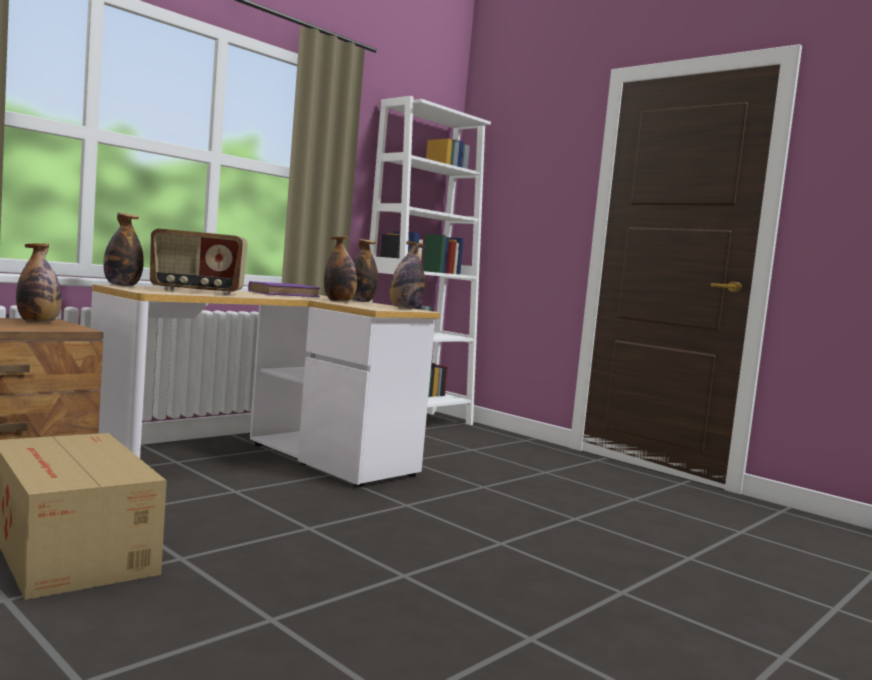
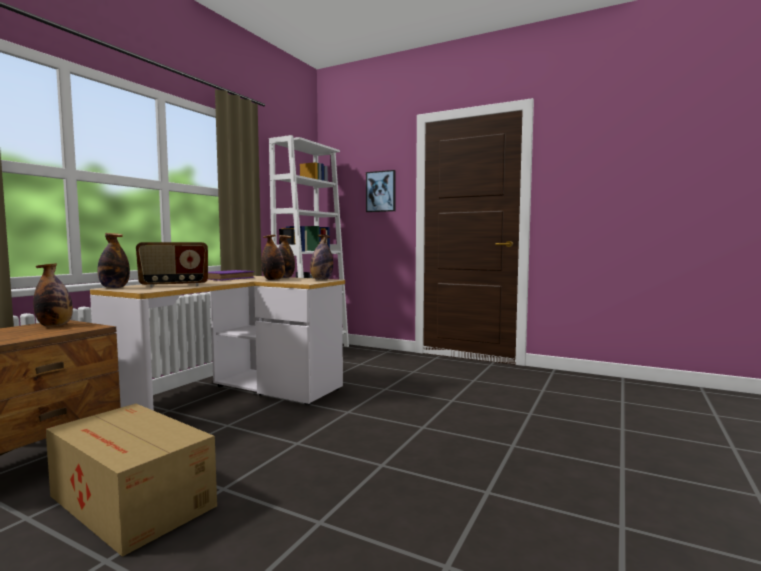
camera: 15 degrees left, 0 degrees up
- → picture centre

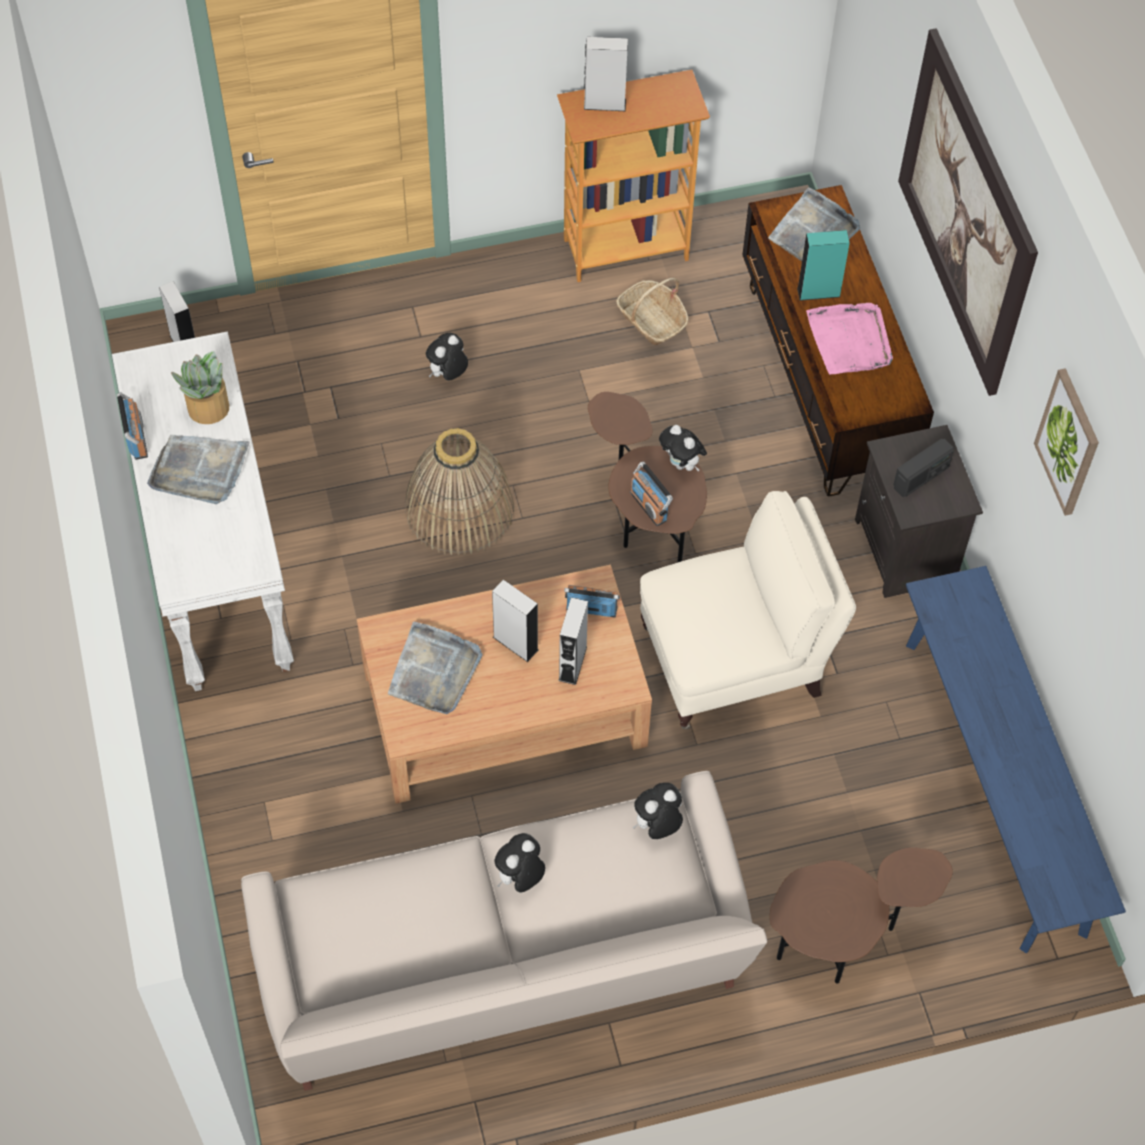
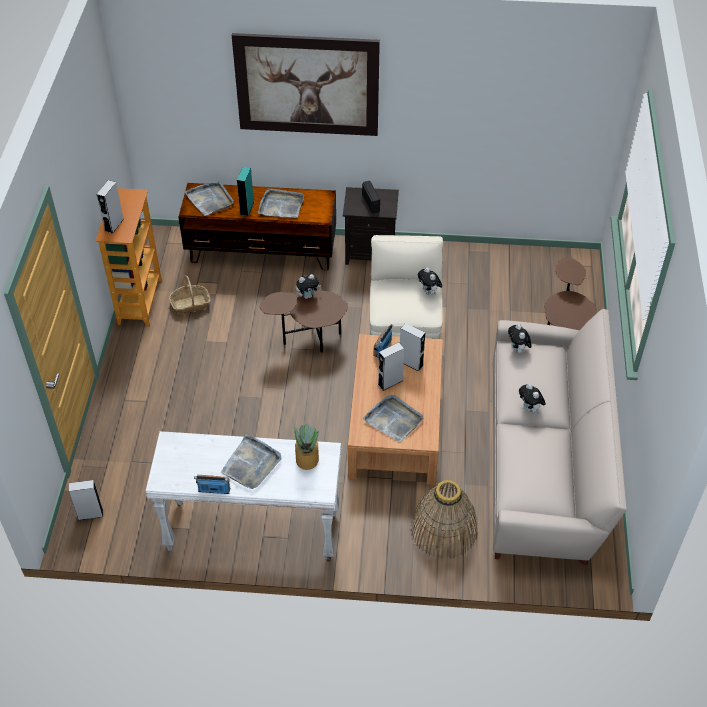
camera: 70 degrees left, 10 degrees down
pink tray top right → grey tray (3rd from left) top centre
plush toy (1st from left in the first image) top centre → plush toy (2nd from left) centre, move
potted plant middle left → potted plant centre, move
picture (2nd from left) middle right → -
basket (1st from left in the first image) centre → basket (2nd from left) bottom centre, move
radio (3rd from left) centre → -
blue bench middle right → -

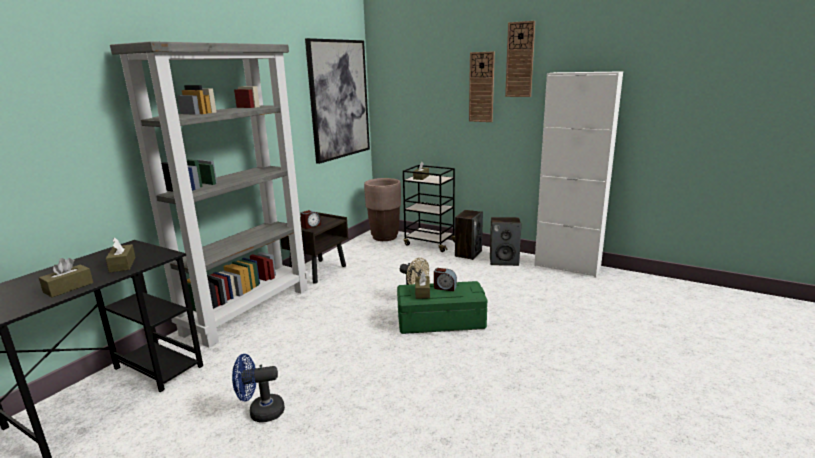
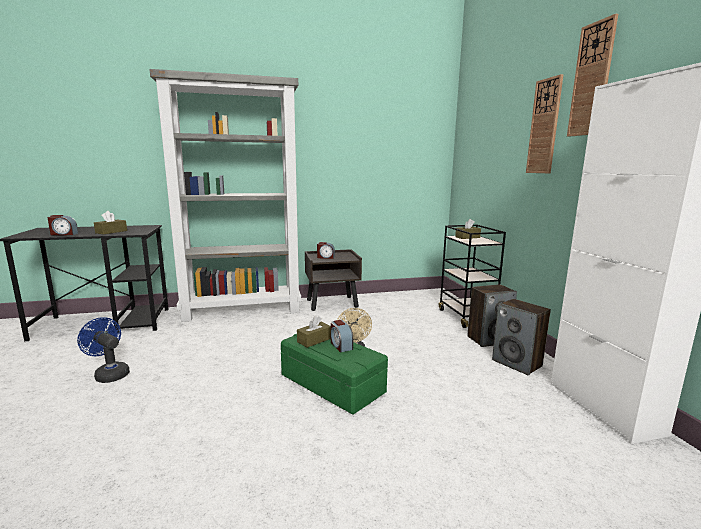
camera: 45 degrees right, 5 degrees down
picture top centre → -
brown planter centre → -
brown tissue box (1st from left) middle left → alarm clock (1st from left) middle left

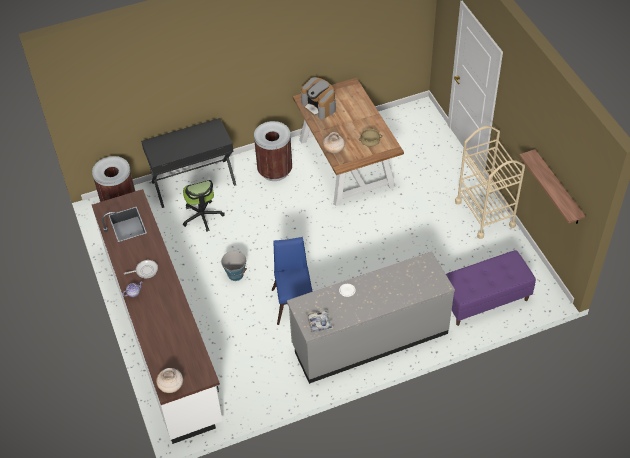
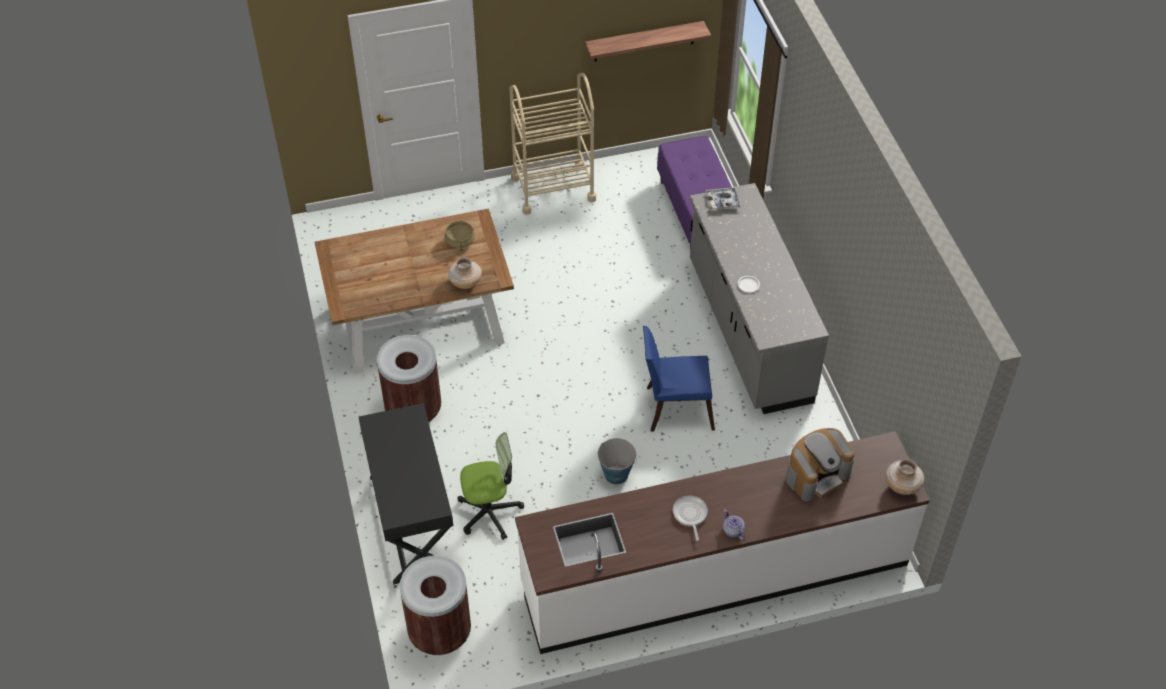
camera: 85 degrees left, 0 degrees up
coffee machine top centre → coffee machine bottom right, move
tray bottom centre → tray top centre, move

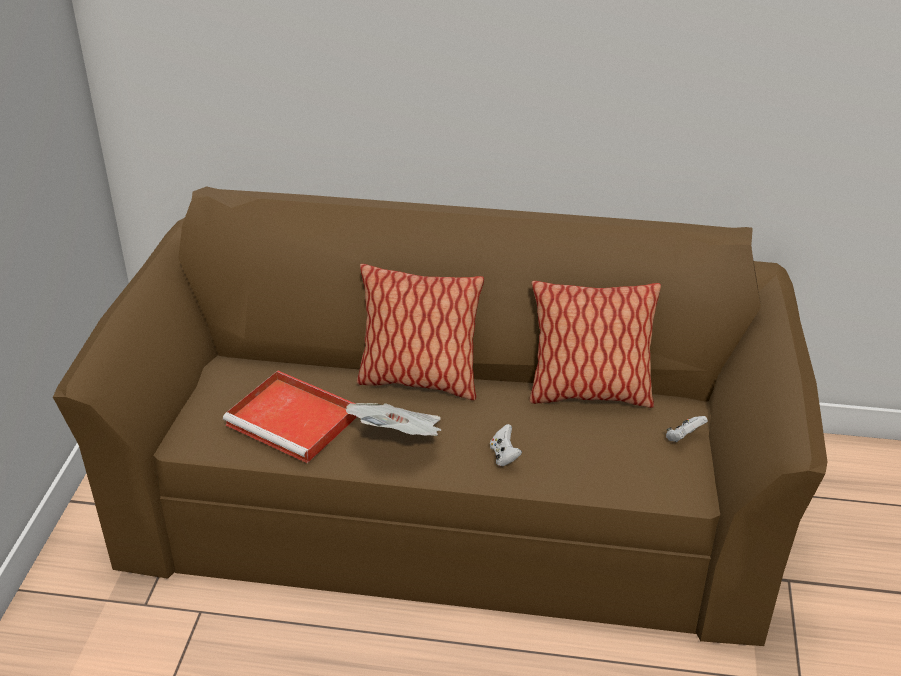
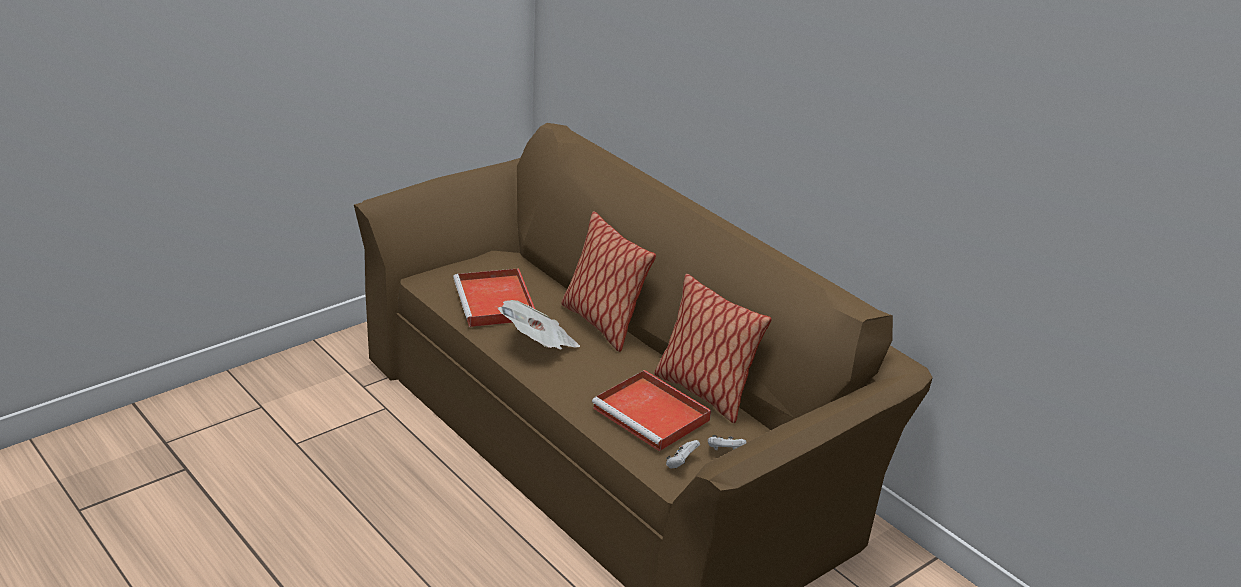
camera: 40 degrees right, 5 degrees down
white game controller (1st from left) centre → white game controller (1st from left) bottom centre, move
- → red tray (2nd from left) bottom centre

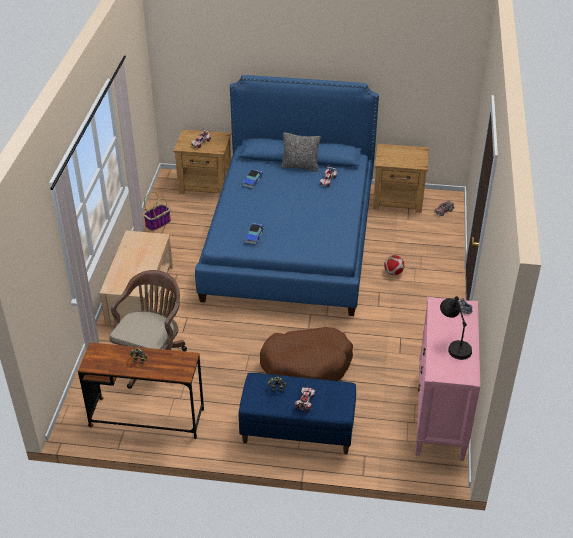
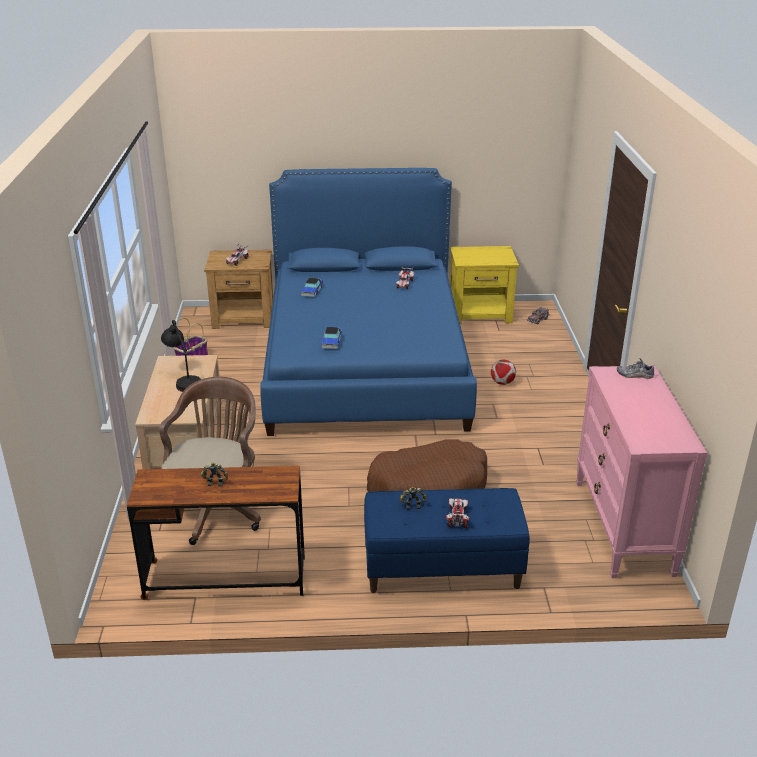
camera: 10 degrees left, 10 degrees down
pillow top centre → -
brown nightstand (2nd from left) top right → yellow nightstand centre
black table lamp middle right → black table lamp middle left, move

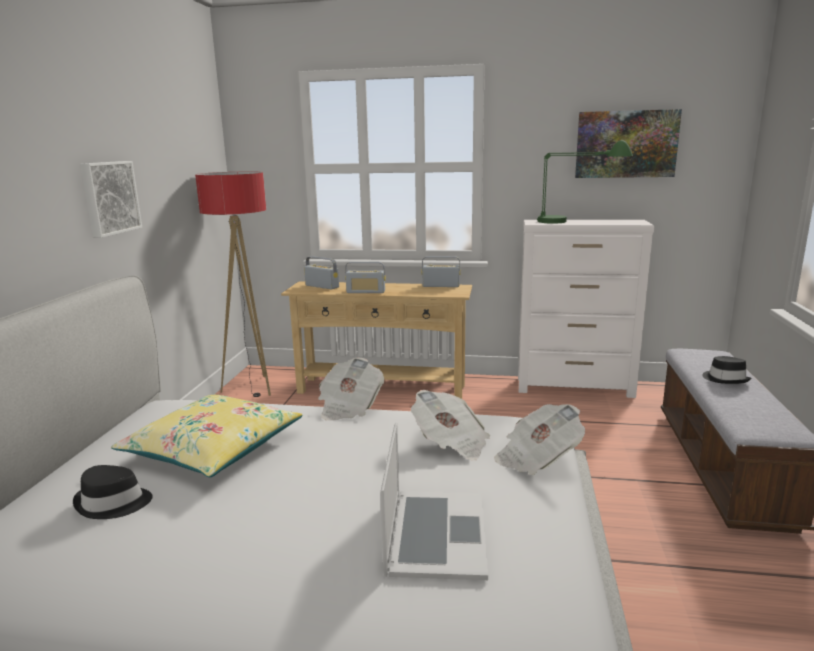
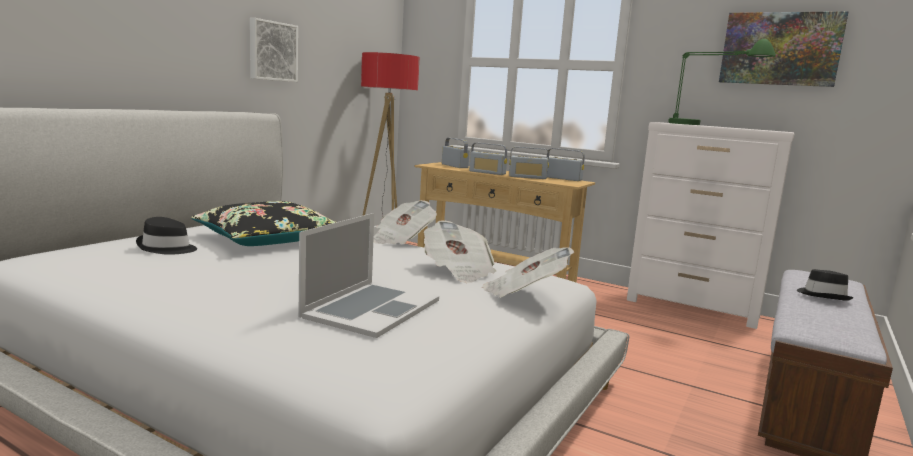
camera: 20 degrees right, 5 degrees down
yellow pillow bottom left → black pillow middle left
- → radio (3rd from left) centre

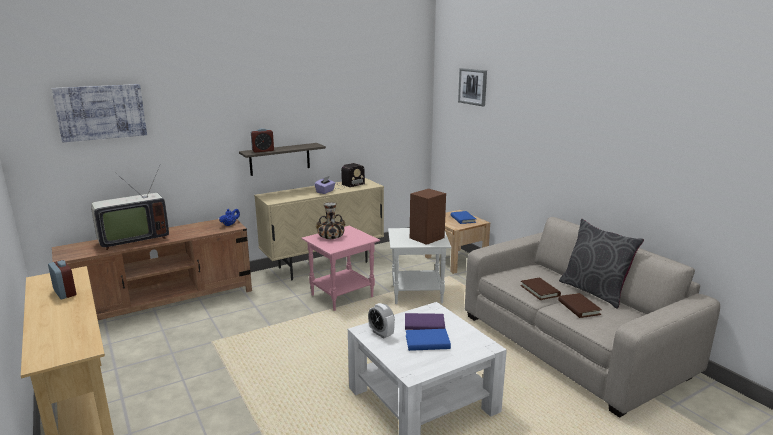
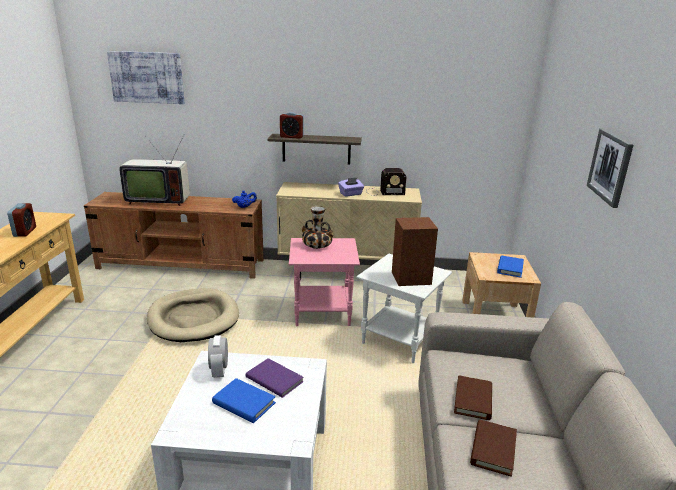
camera: 35 degrees right, 5 degrees up
picture (2nd from left) top centre → picture (2nd from left) middle right, move
grey pillow middle right → -
- → beige dog bed middle left

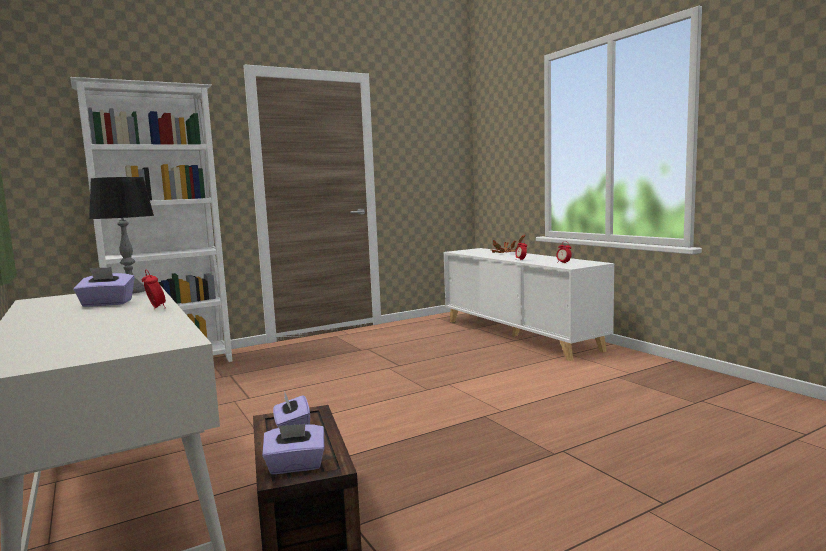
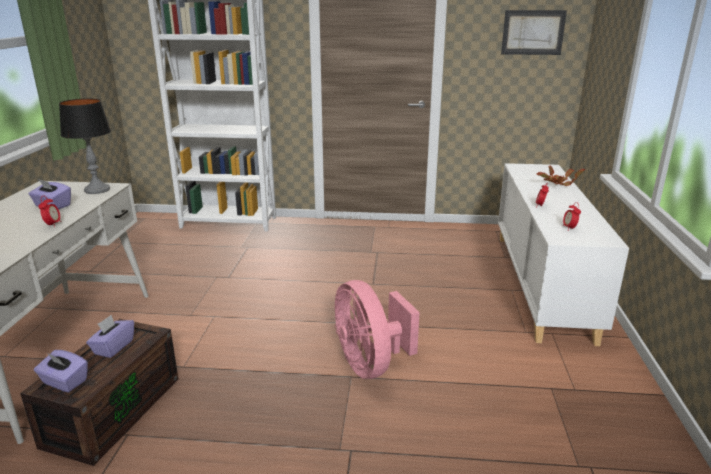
camera: 35 degrees right, 15 degrees up
- → picture top right
- → pink fan bottom centre

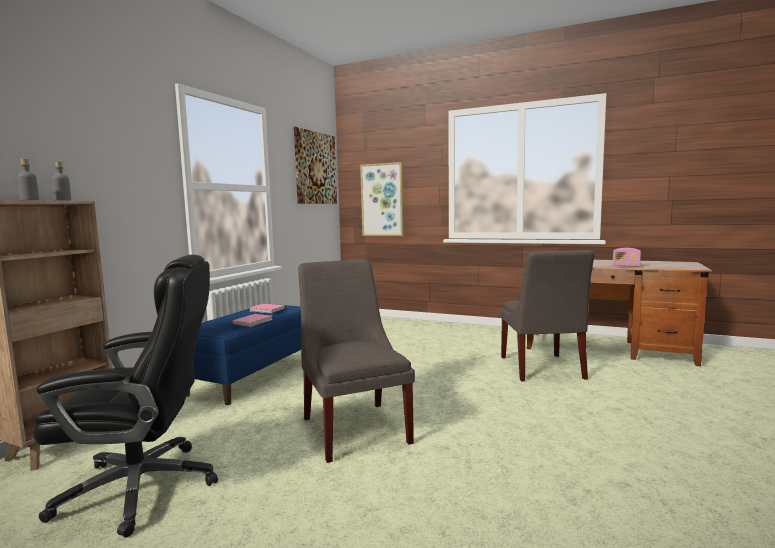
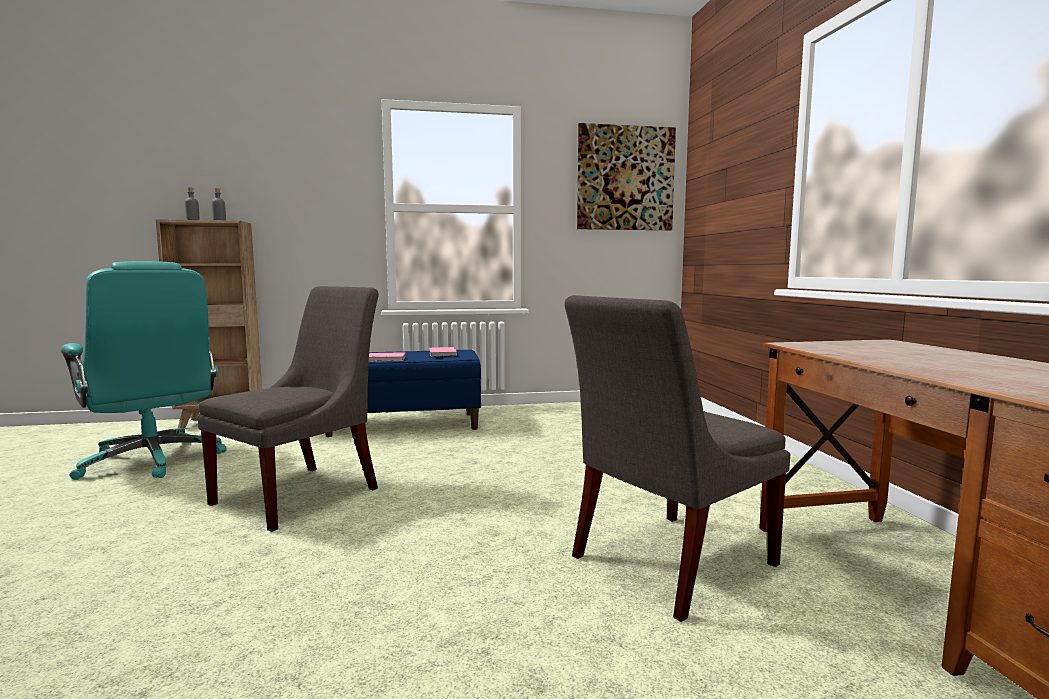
camera: 55 degrees right, 0 degrees up
picture (2nd from left) centre → -
radio middle right → -
black office chair bottom left → turquoise office chair middle left

